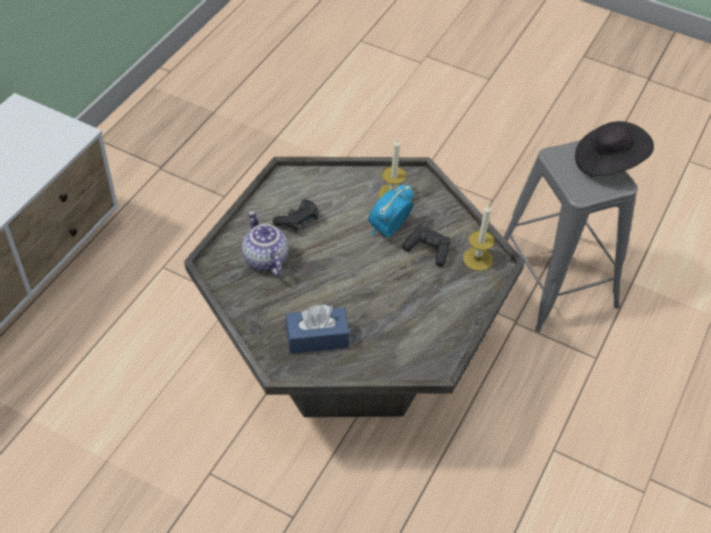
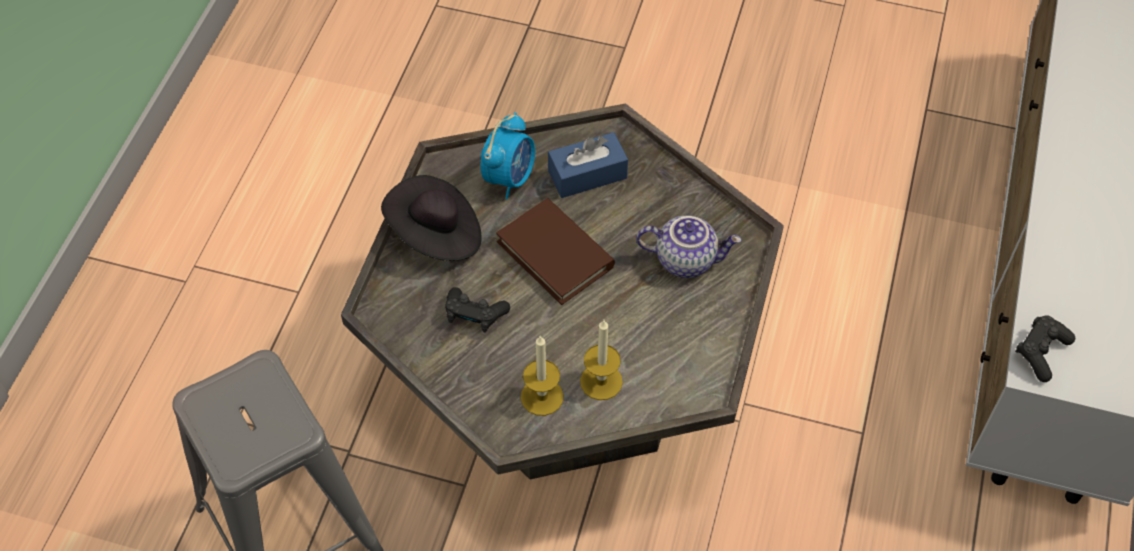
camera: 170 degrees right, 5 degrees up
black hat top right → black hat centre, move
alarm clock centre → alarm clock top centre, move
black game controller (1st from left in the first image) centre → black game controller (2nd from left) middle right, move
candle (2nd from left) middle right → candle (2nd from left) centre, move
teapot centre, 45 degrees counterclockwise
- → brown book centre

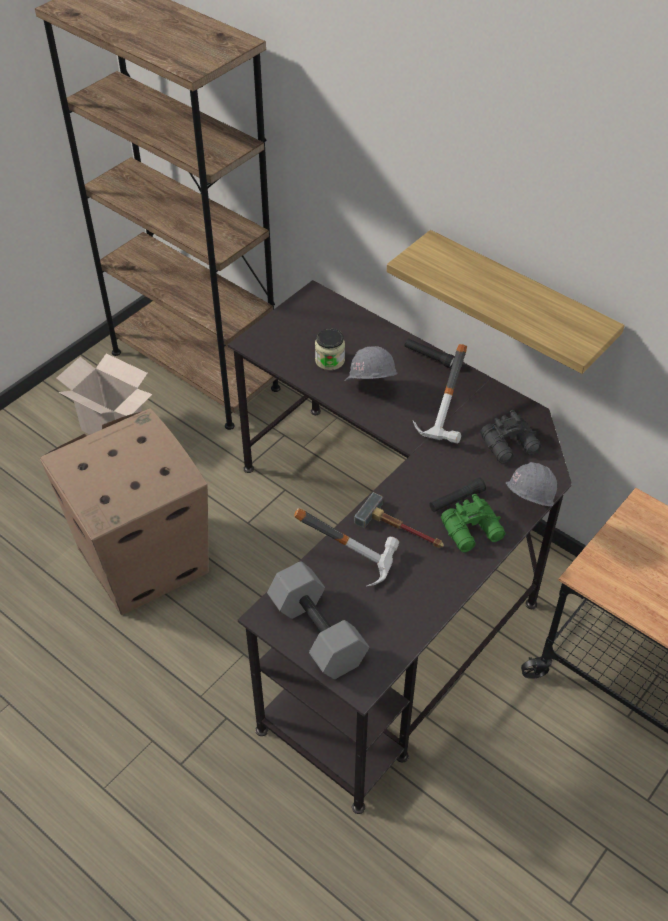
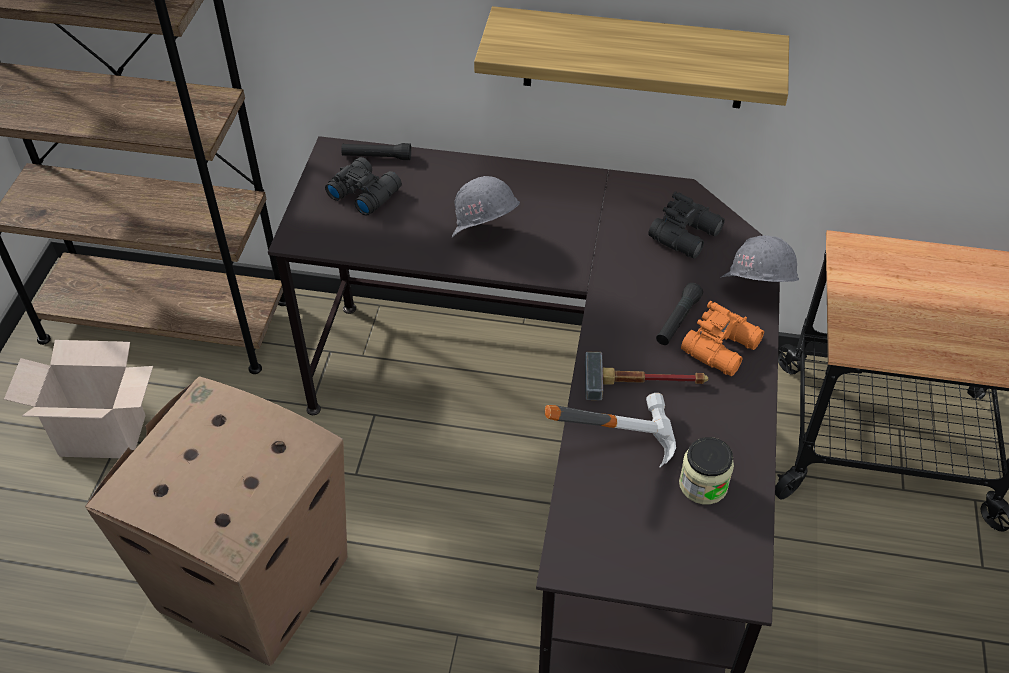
camera: 30 degrees left, 0 degrees up
jar centre → jar bottom right, move
black flashlight (1st from left) centre → black flashlight (1st from left) top centre, move
hammer (3rd from left) centre → -
green binoculars middle right → orange binoculars middle right
grey dumbbell bottom centre → -
- → black binoculars (1st from left) top centre

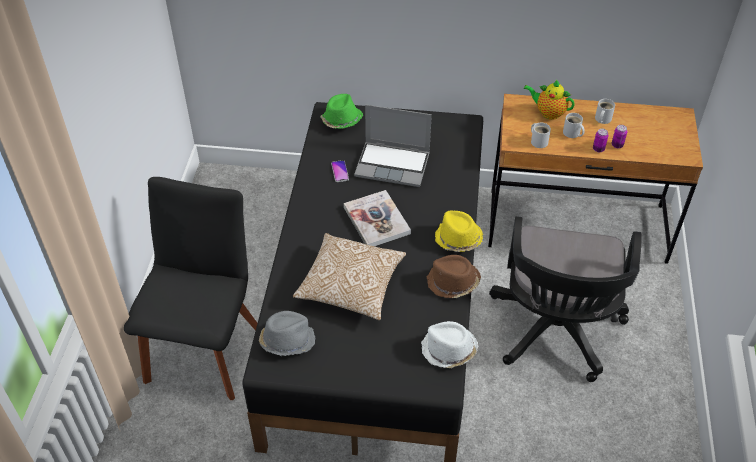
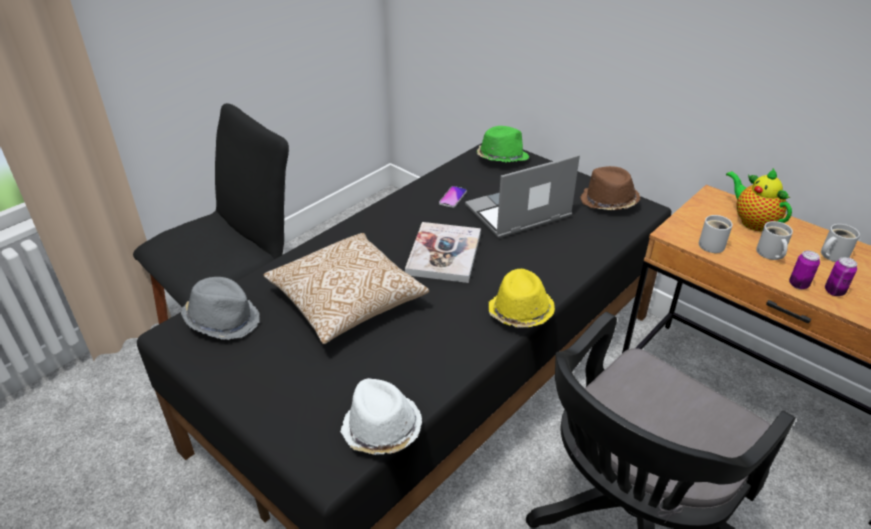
camera: 35 degrees right, 10 degrees down
laptop top centre → laptop centre, 105 degrees clockwise
brown hat centre → brown hat middle right, move

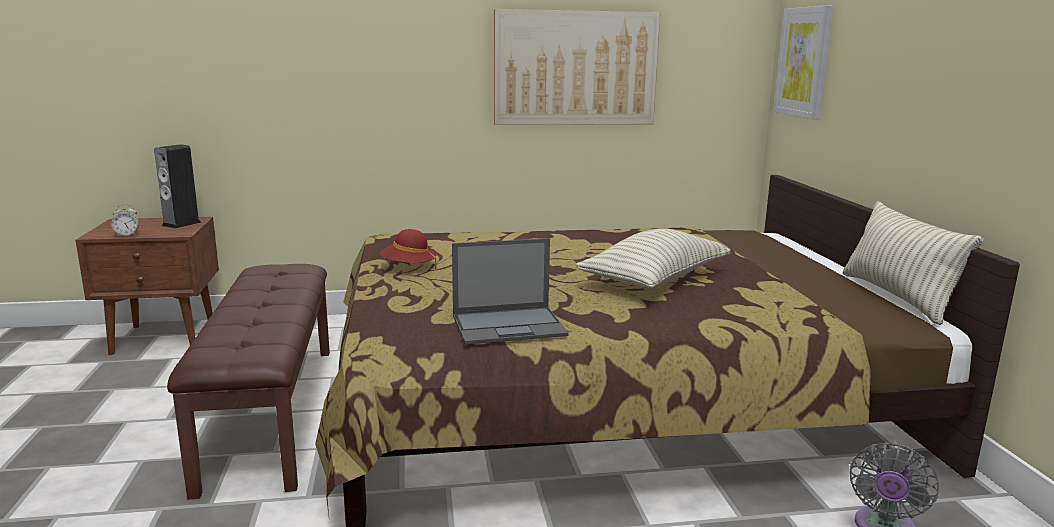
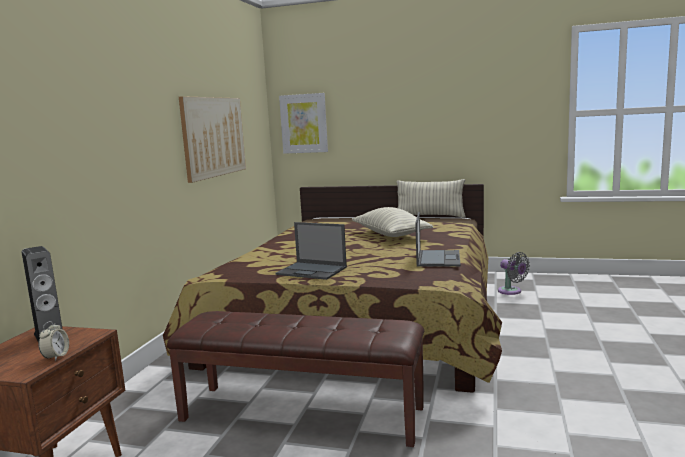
camera: 65 degrees left, 5 degrees down
red hat centre → laptop (1st from left) centre

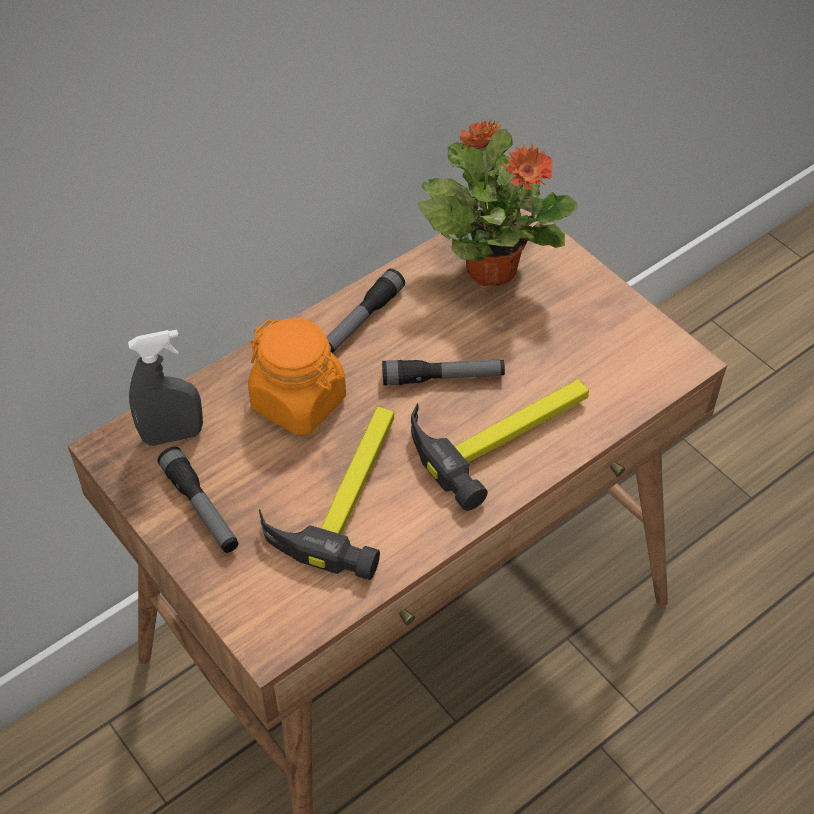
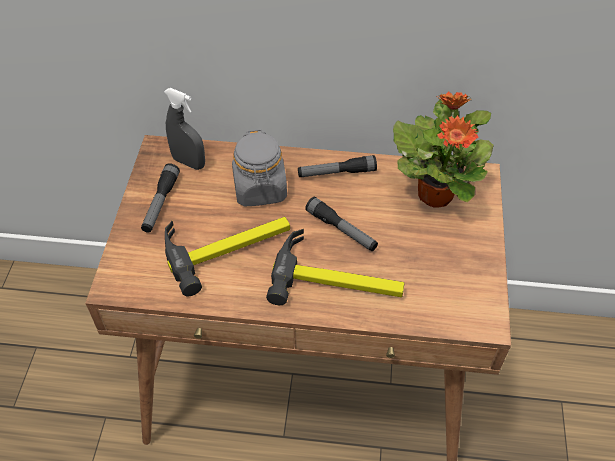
camera: 45 degrees right, 0 degrees up
orange jar centre → grey jar centre

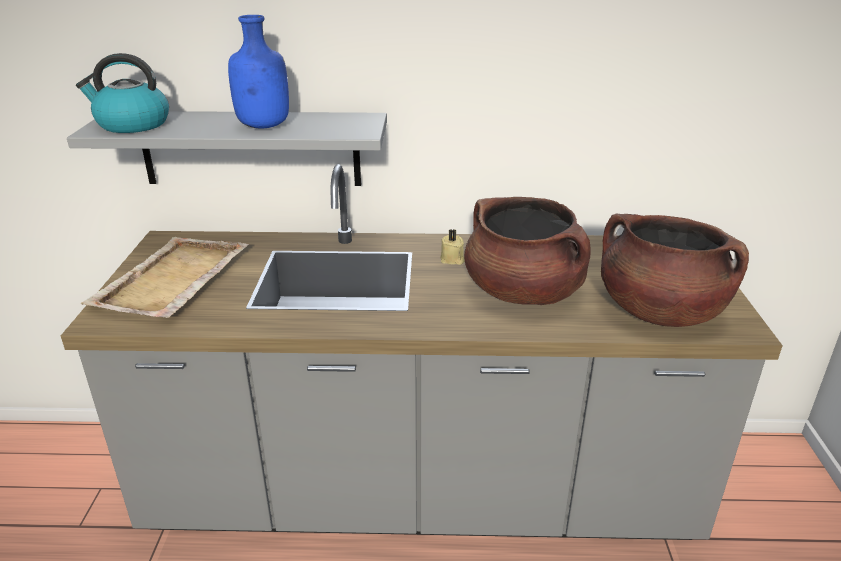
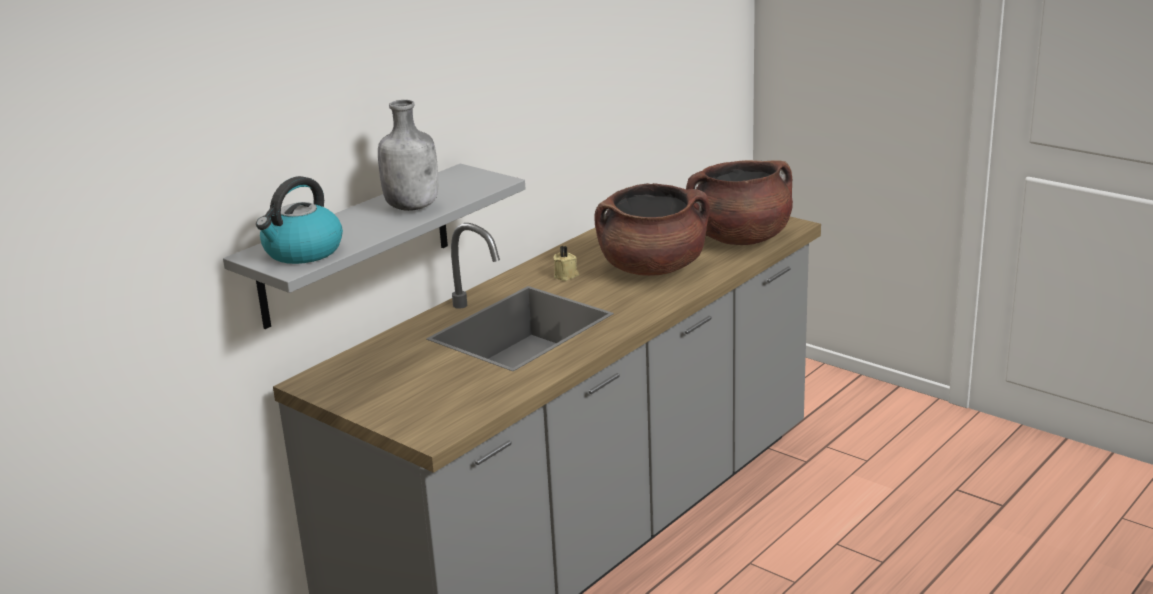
camera: 50 degrees left, 5 degrees down
blue bottle top left → grey bottle top centre
beige tray middle left → -

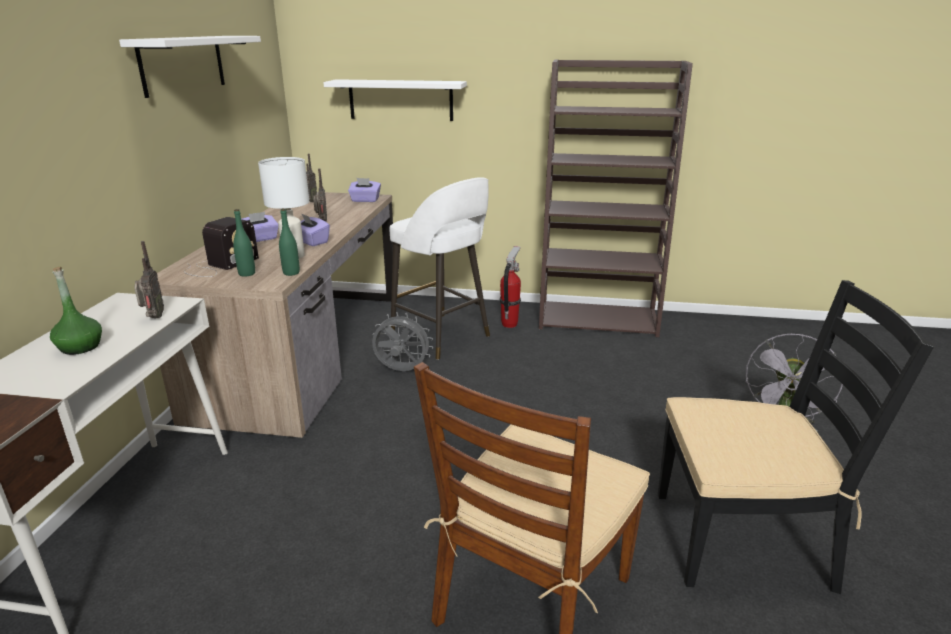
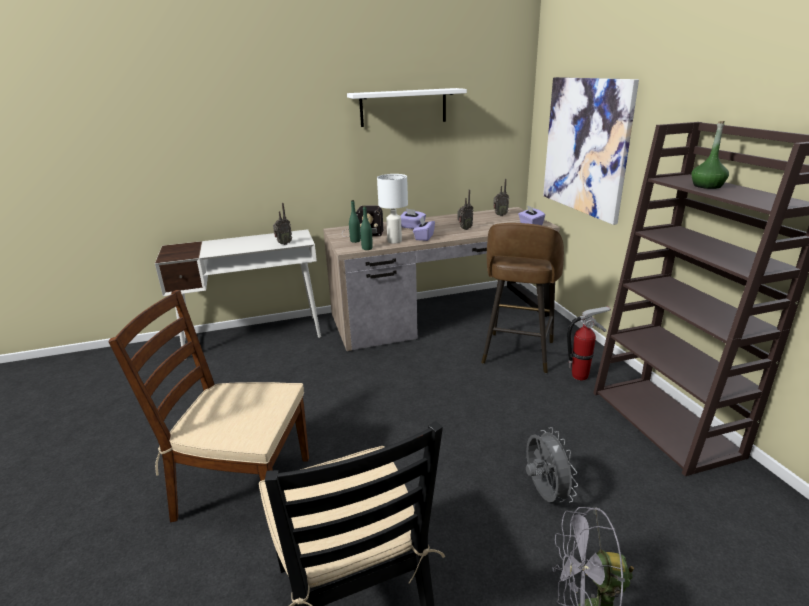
camera: 65 degrees right, 0 degrees up
white shelf (2nd from left) top centre → picture top right
white stool centre → brown stool centre
green bottle (1st from left in the first image) middle left → green bottle (3rd from left) top right, move
grey fan (1st from left) centre → grey fan (1st from left) bottom right, move

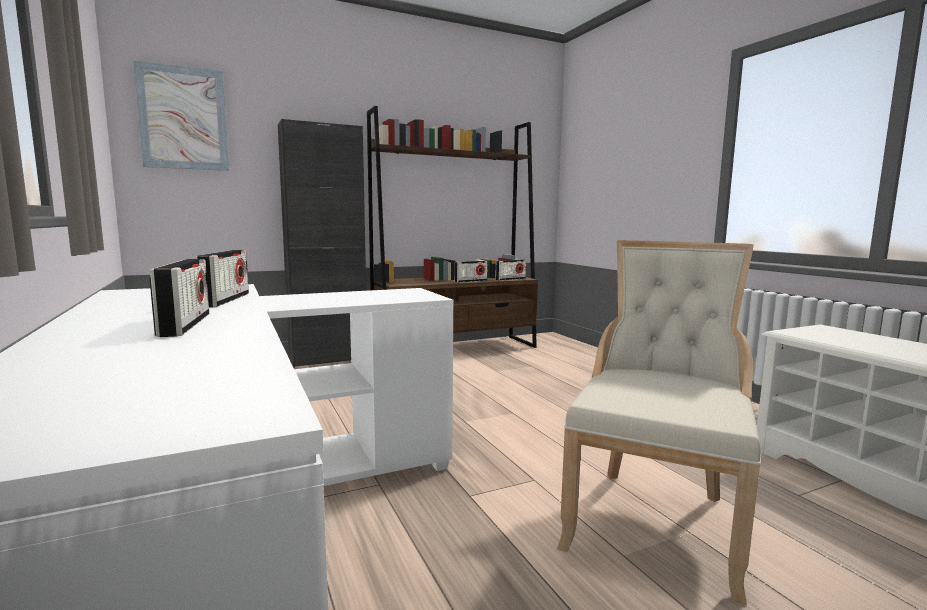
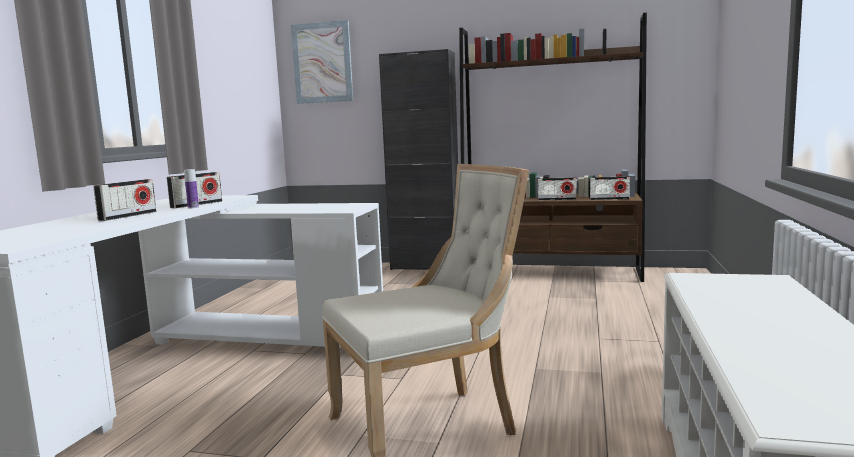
camera: 40 degrees right, 0 degrees up
- → bottle middle left

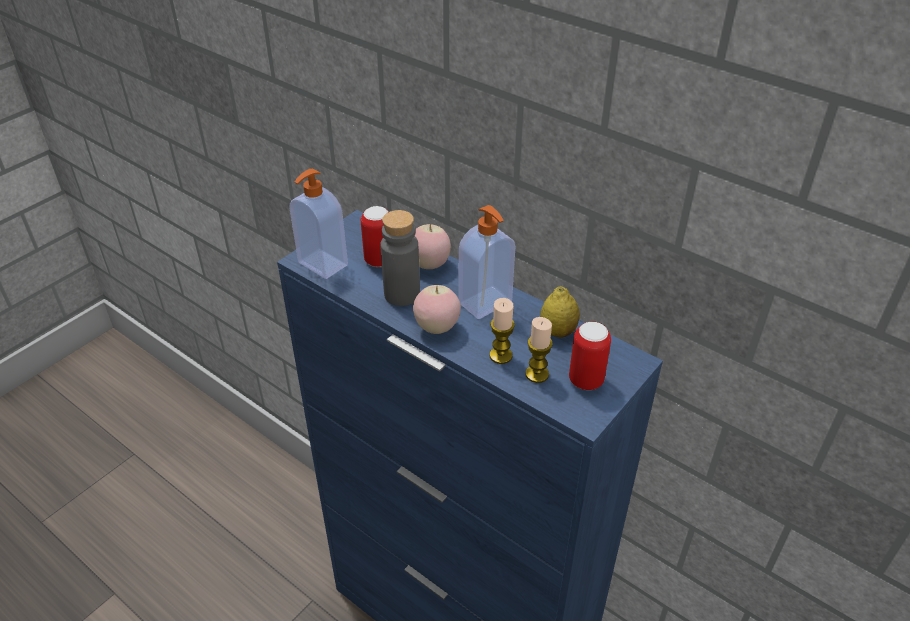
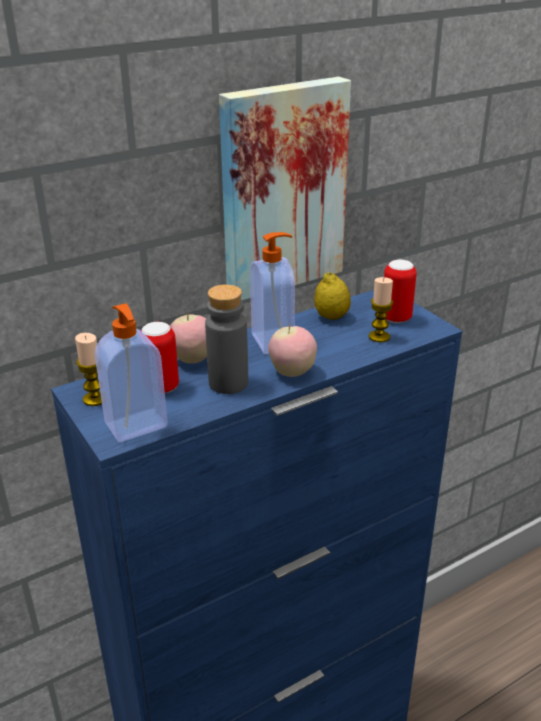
camera: 70 degrees left, 10 degrees down
candle (1st from left) centre → candle (1st from left) middle left, move
- → picture top centre

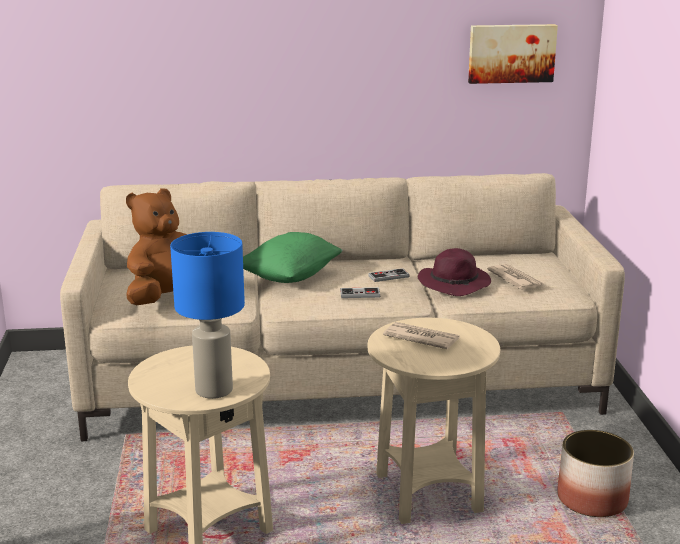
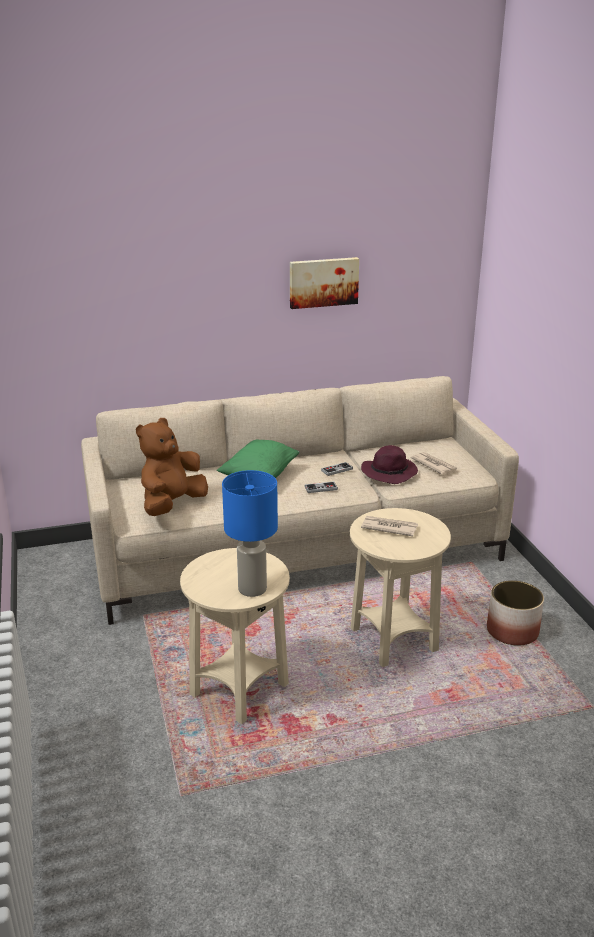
camera: 10 degrees left, 5 degrees up
picture top right → picture top centre, move

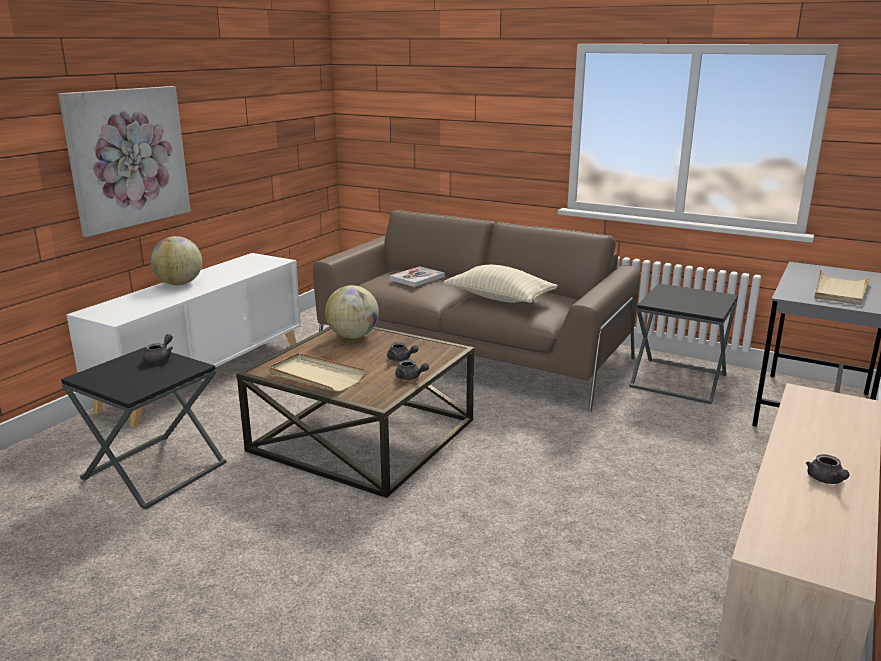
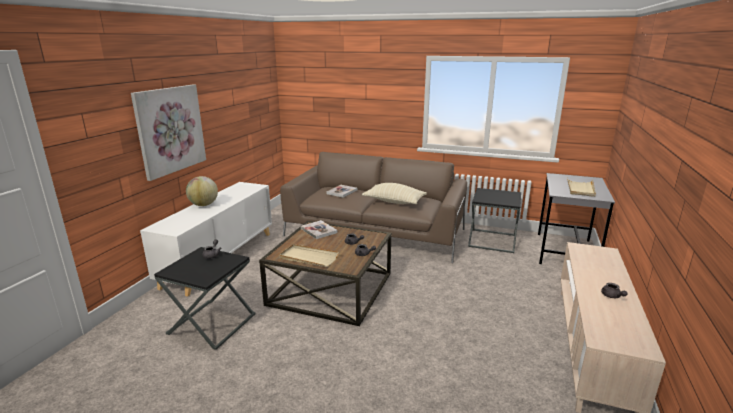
camera: 10 degrees left, 0 degrees up
globe (2nd from left) centre → book (1st from left) centre

